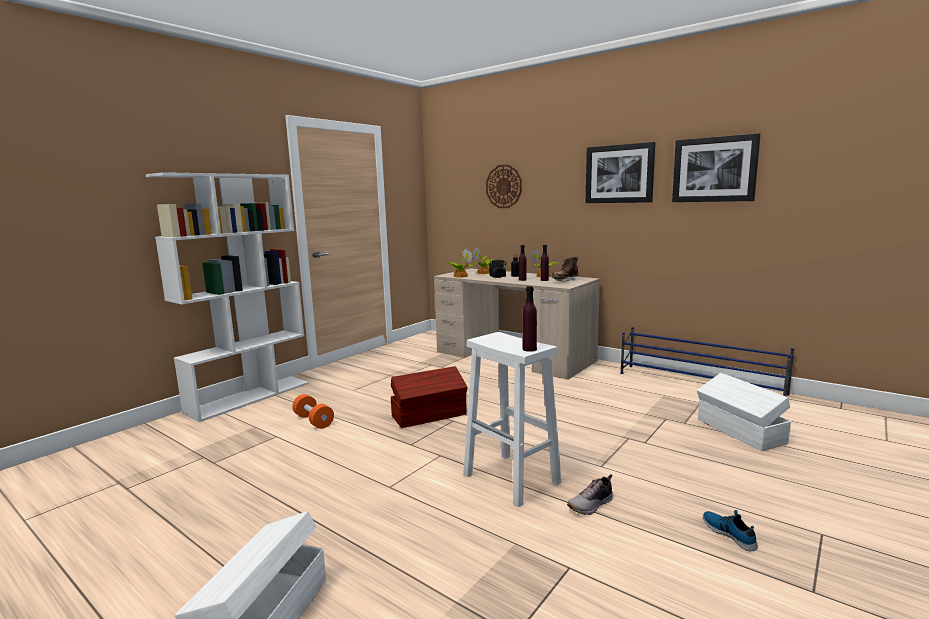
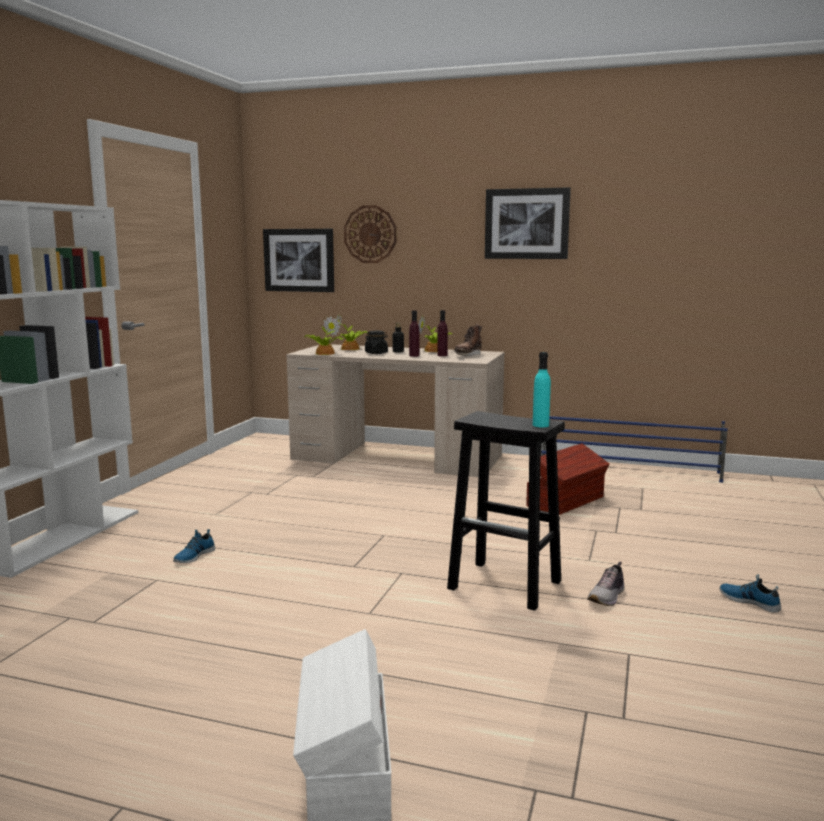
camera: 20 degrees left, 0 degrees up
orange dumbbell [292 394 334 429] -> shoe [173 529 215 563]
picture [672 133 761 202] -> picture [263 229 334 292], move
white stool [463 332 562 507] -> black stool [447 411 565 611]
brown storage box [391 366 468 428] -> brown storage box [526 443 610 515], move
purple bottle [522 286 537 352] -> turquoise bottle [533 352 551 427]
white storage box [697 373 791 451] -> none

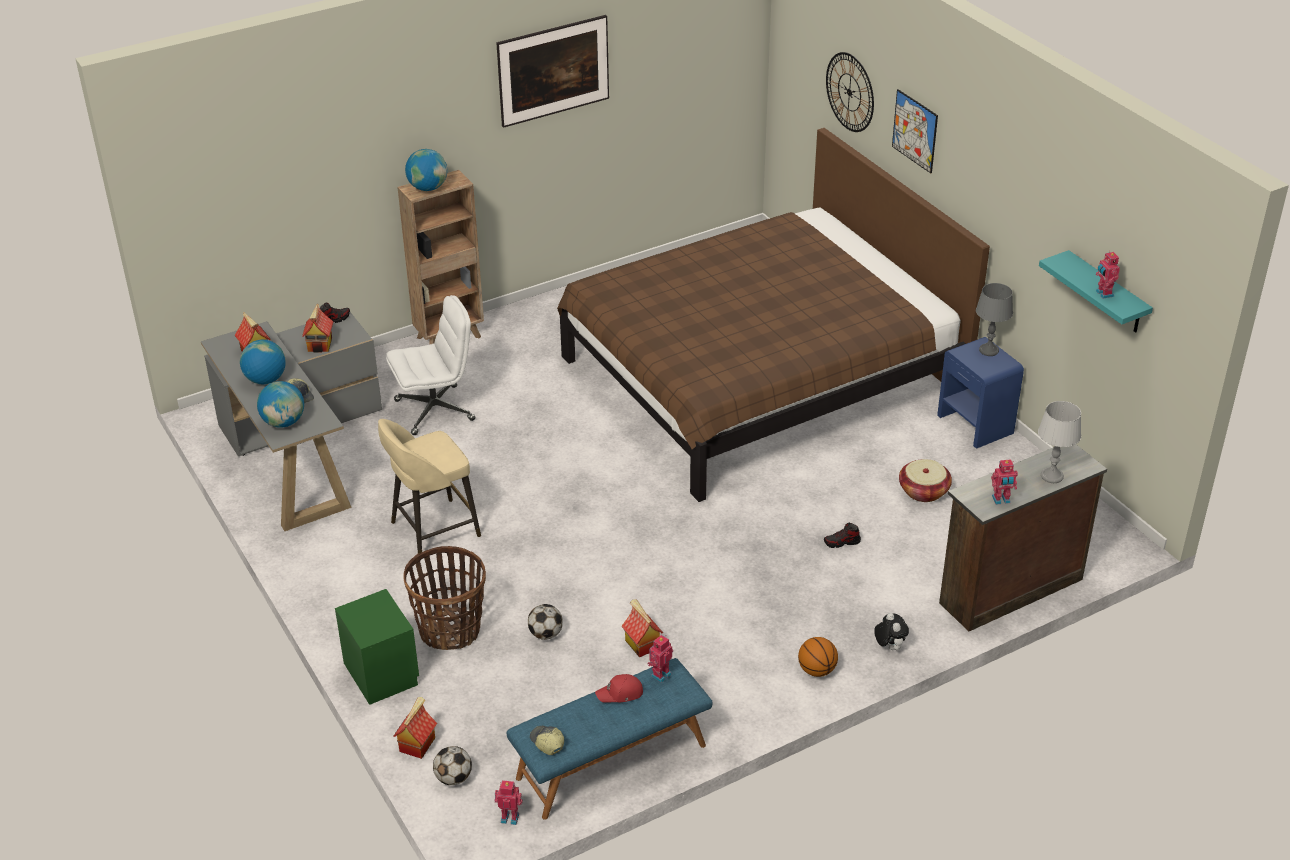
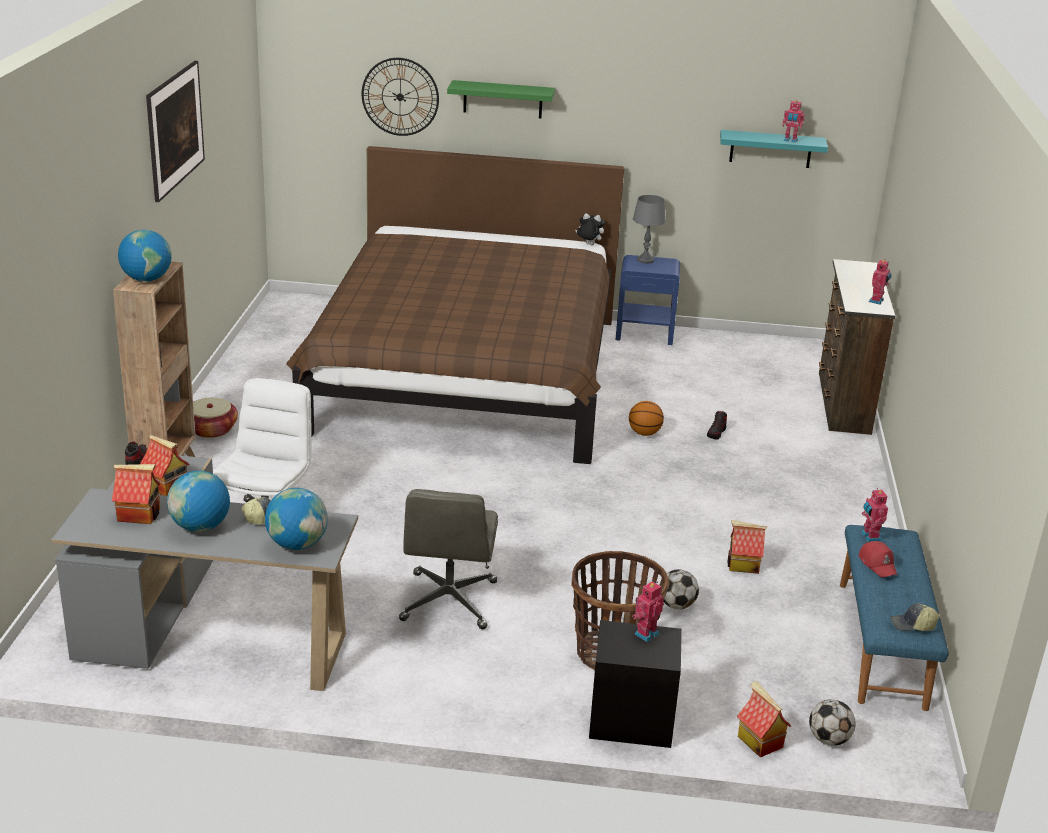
camera: 55 degrees left, 10 degrees down
basket [899 459 952 502] -> basket [193 397 238 438], move
beige stool [378 419 481 560] -> grey office chair [399 489 498 629]
picture [892 89 938 173] -> green shelf [447 80 555 118]
plush toy [874 613 909 650] -> plush toy [575 213 605 245], move
green nightstand [335 589 419 705] -> black nightstand [589 620 682 748]
basketball [798 637 838 677] -> basketball [629 401 664 436], move
toy robot [495 780 523 825] -> toy robot [632 581 664 642], move
red cap [595 674 643 703] -> red cap [859 541 897 577], 45 degrees counterclockwise
grey table lamp [1038 401 1081 483] -> none

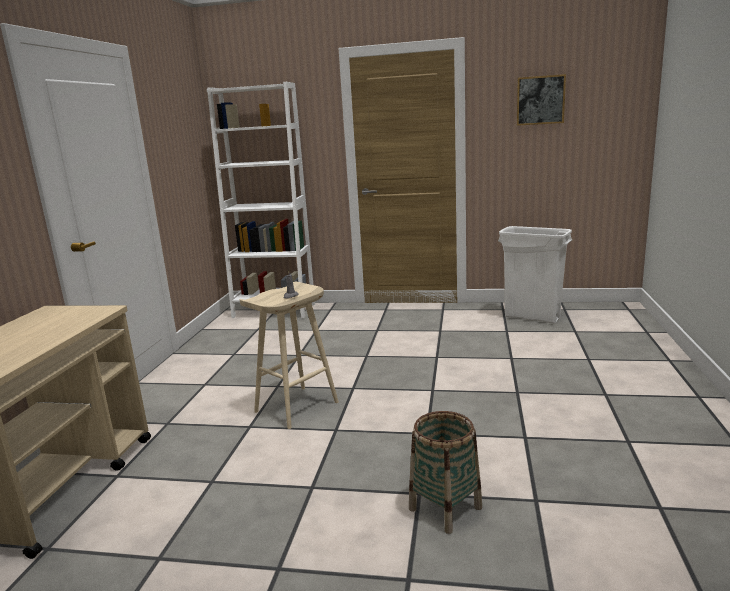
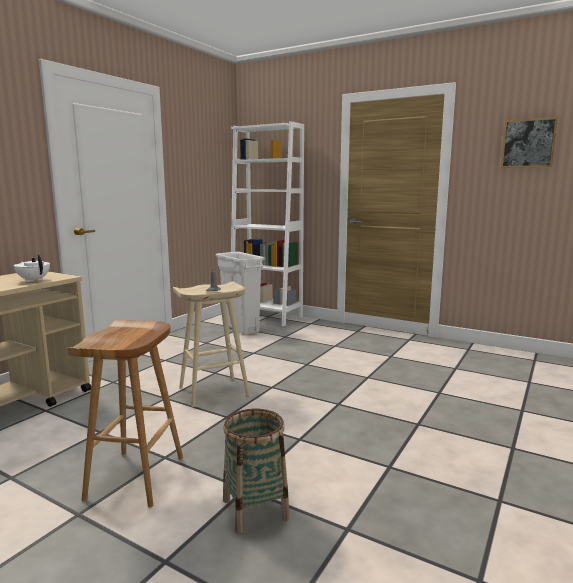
camera: 20 degrees right, 5 degrees down
none -> white teapot [14 254 50 282]
none -> brown stool [67 320 183 507]
white trash can [498 226 572 324] -> white trash can [216 252 265 335], move

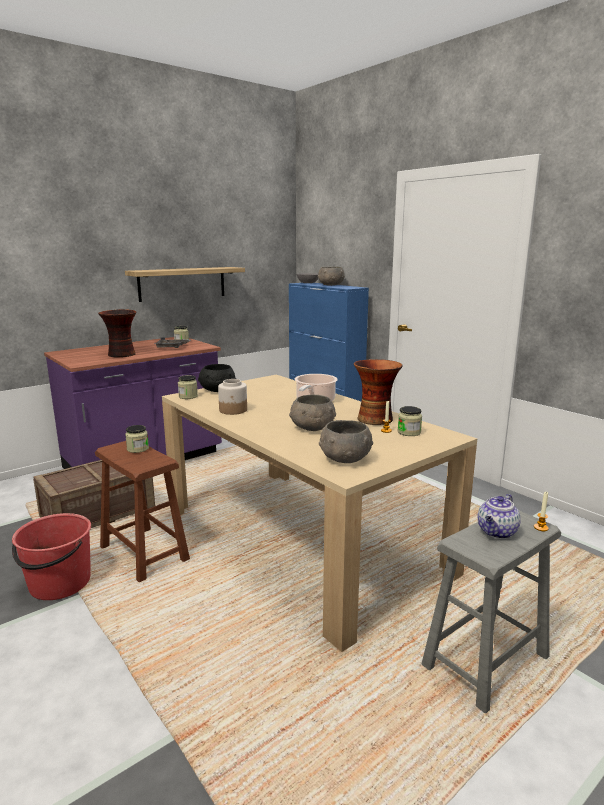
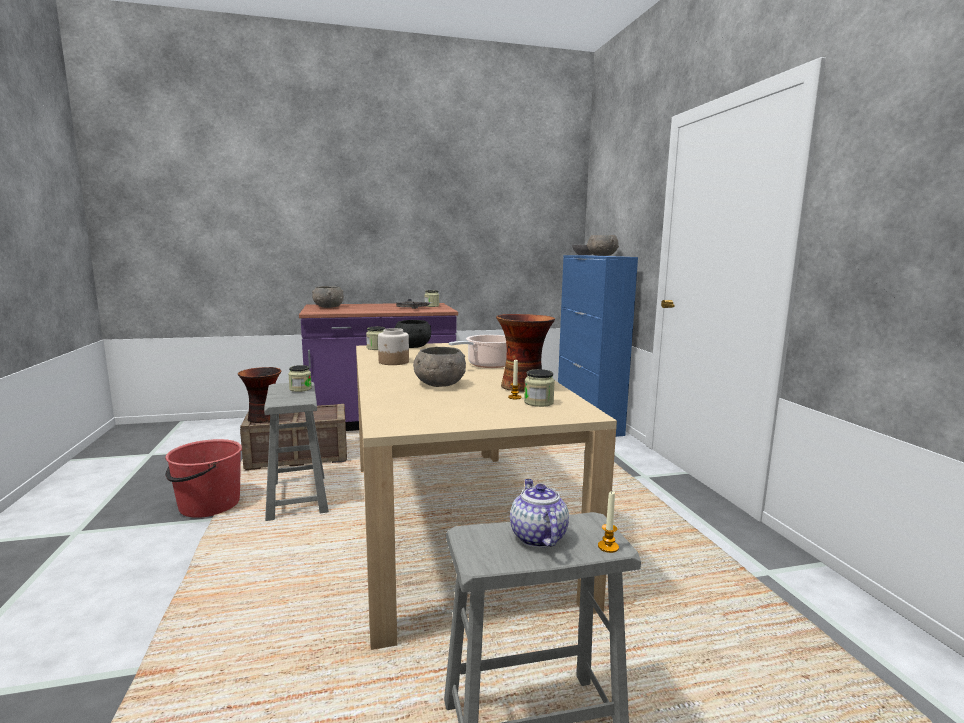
camera: 25 degrees right, 5 degrees down
vase [98 309 137 357] -> vase [238 367 281 423], move
brown stool [95 441 190 582] -> grey stool [264 382 329 521]
grey bowl [319 420 373 463] -> grey bowl [312 286 344 308], move
teapot [478 494 521 539] -> teapot [510 479 569 548], 105 degrees clockwise
shelf [125 267 245 302] -> none

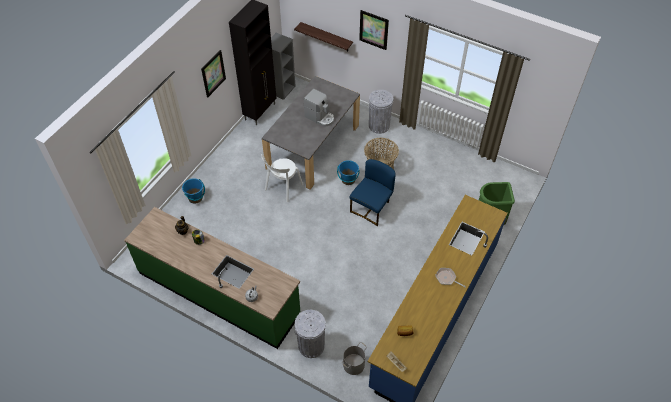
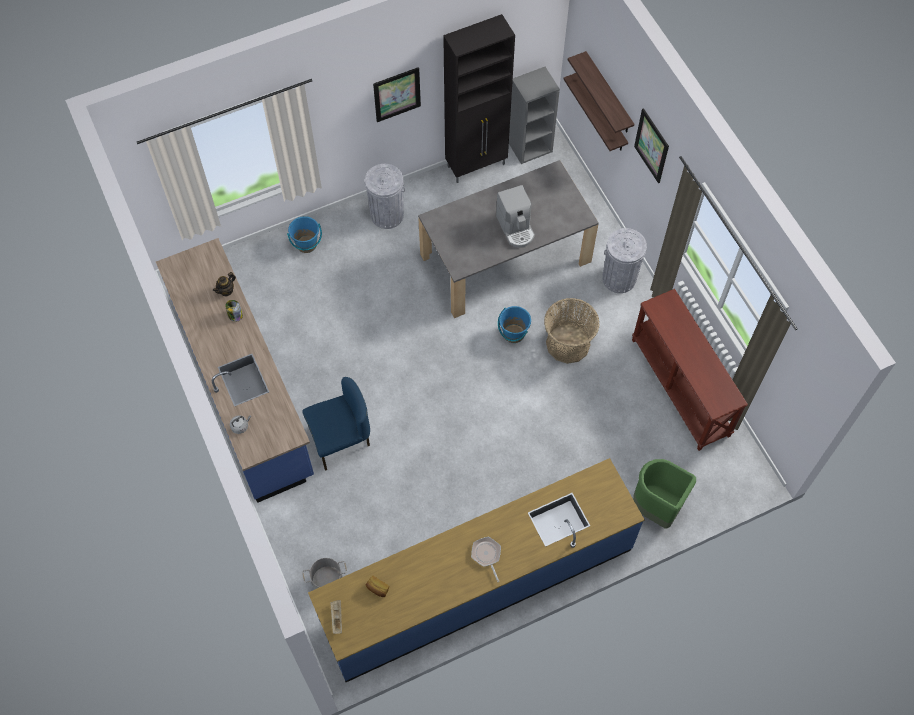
camera: 35 degrees right, 10 degrees up
green counter [124 207 300 349] -> blue counter [156 238 314 503]
blue chair [350 159 396 226] -> blue chair [302 377 370 471], move
grey trash can [295 310 326 358] -> grey trash can [365 164 405 229], move
none -> shelf [568 51 634 133]
none -> brown console table [632 289 748 451]
white chair [261 154 303 202] -> none

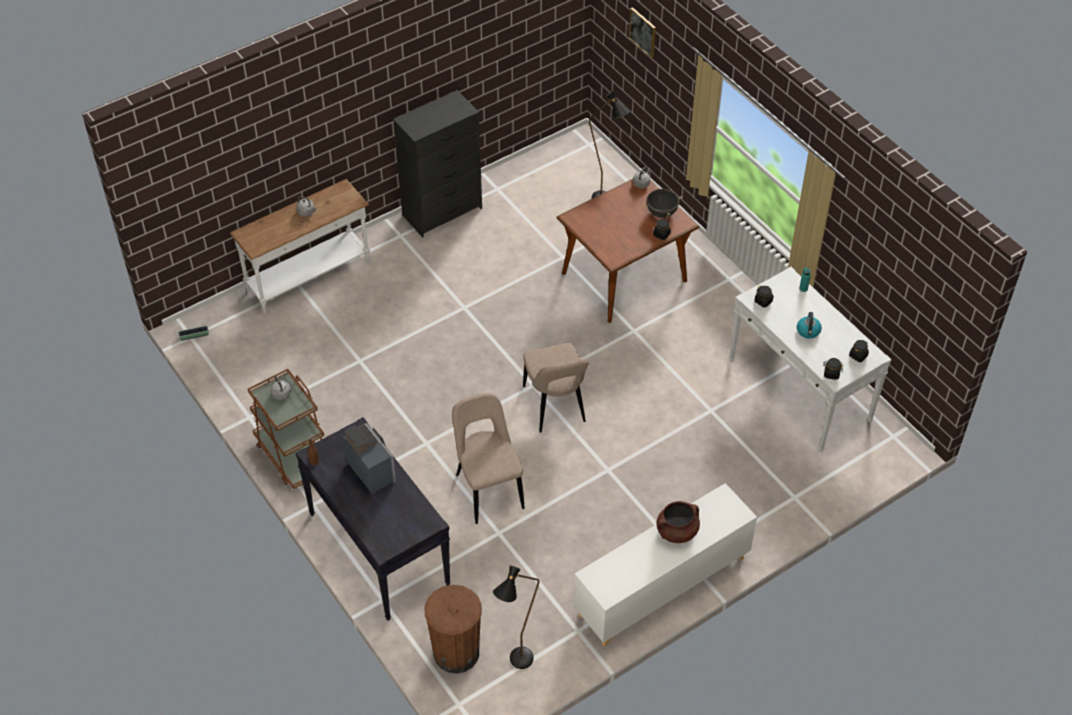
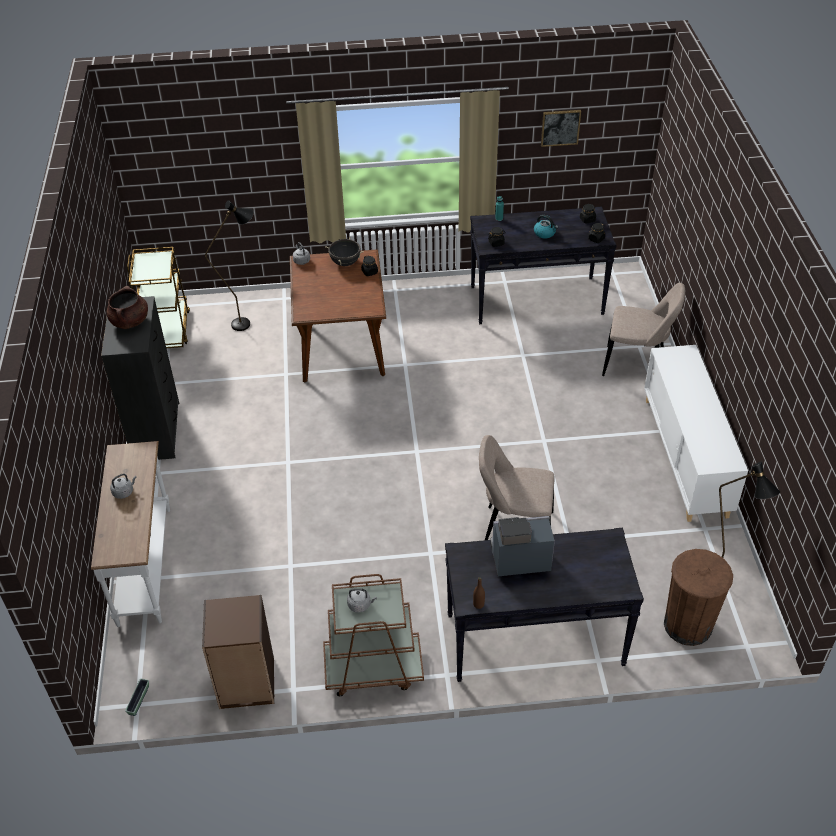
camera: 60 degrees left, 5 degrees down
brown cooking pot [657 501 700 543] -> brown cooking pot [107 286 148 329], move
none -> brown cart [127 247 190 348]
none -> brown bookcase [202 595 275 709]
white console table [729 267 892 452] -> black console table [470 206 616 324]
picture [629 7 656 58] -> picture [541 110 581 147], move
beige chair [523 343 588 433] -> beige chair [602 283 685 376], move

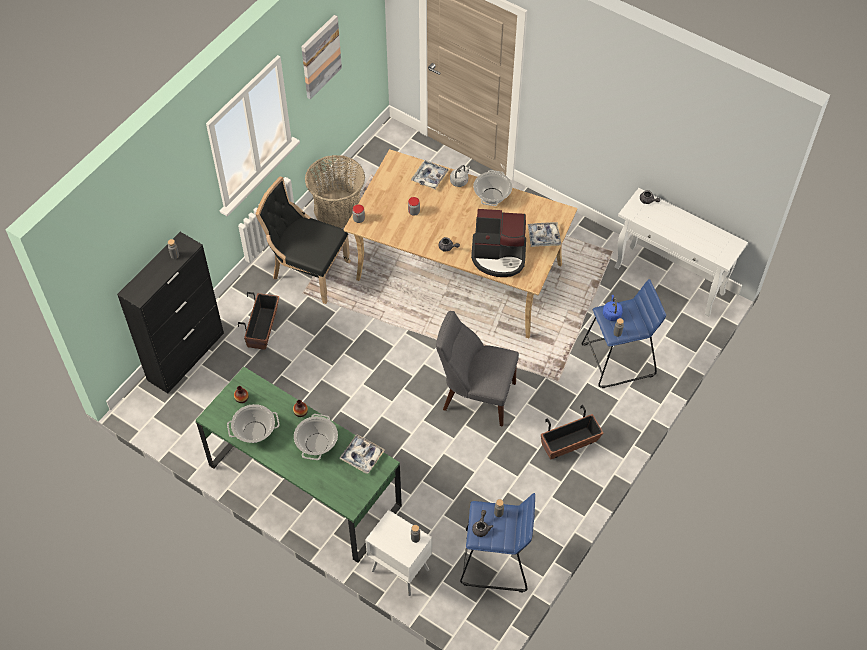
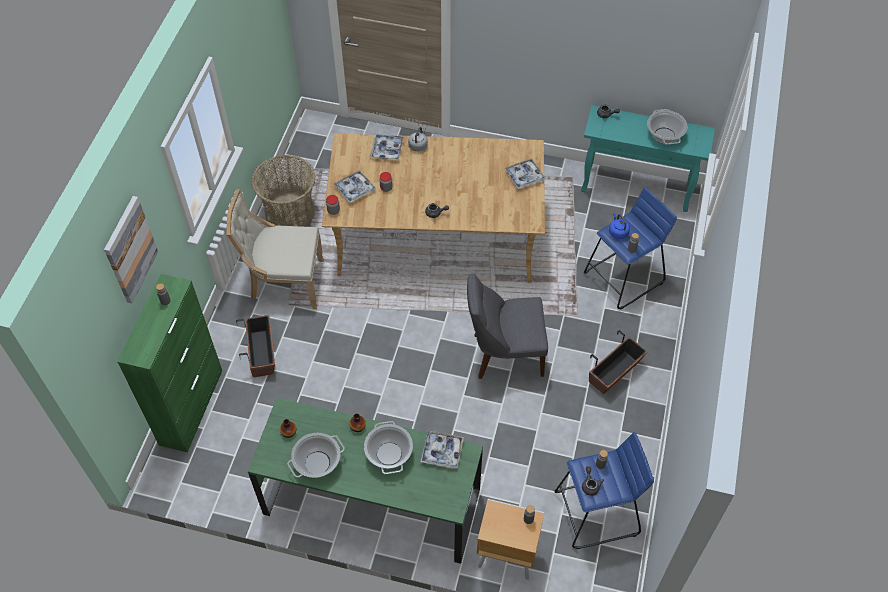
camera: 20 degrees left, 0 degrees up
picture [301 15 342 99] -> picture [104 196 158 303], move
black cabinet [117 232 224 394] -> green cabinet [117 274 222 452]
black chair [256 176 351 304] -> beige chair [227 189 324 309]
none -> tray [334 170 376 203]
white nightstand [365 510 432 596] -> brown nightstand [477 499 544 580]
white console table [615 188 748 317] -> turquoise console table [581 105 715 212]
cooking pot [473 170 512 206] -> cooking pot [647 109 687 145], move
coffee machine [471 209 526 277] -> none

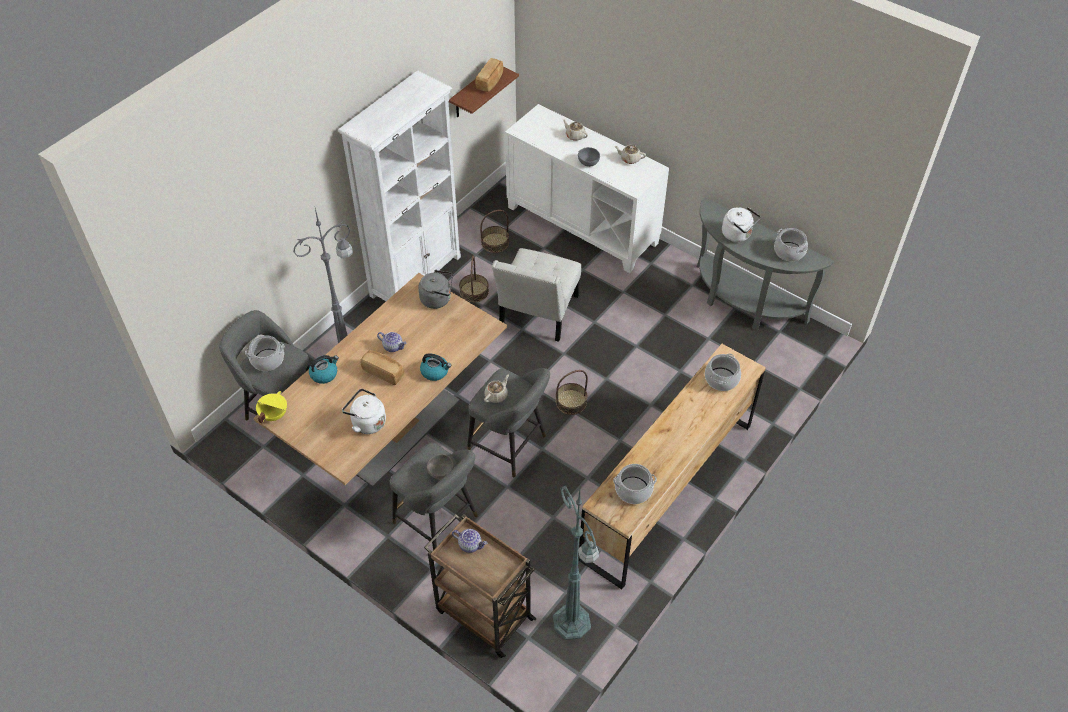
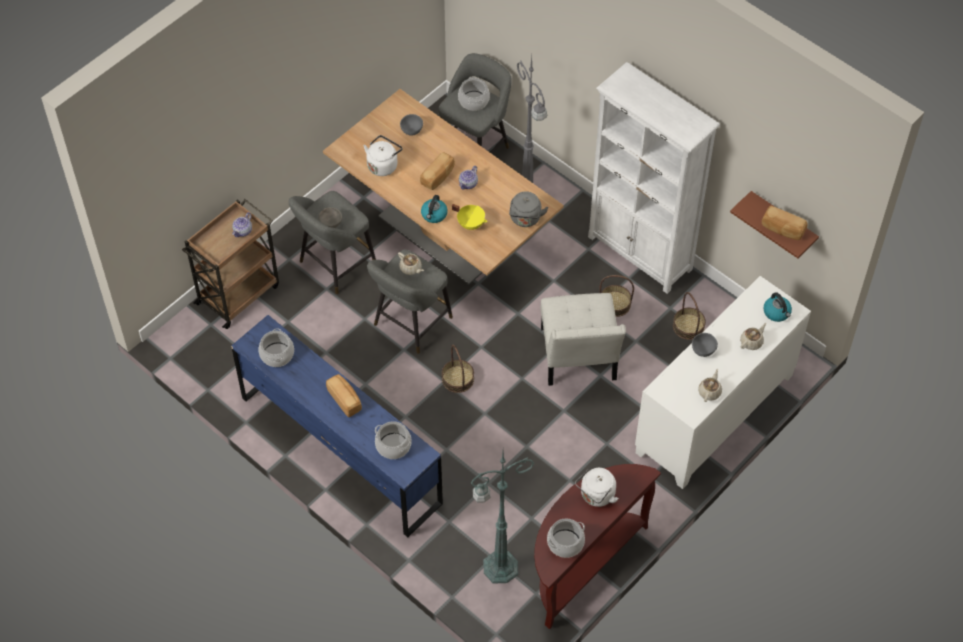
camera: 95 degrees right, 5 degrees up
brown dresser [579 344 766 590] -> blue dresser [231 315 443 537]
none -> bread [326 374 362 417]
none -> grey bowl [400 114 423 136]
yellow cooking pot [256 391 287 423] -> yellow cooking pot [452 204 488 230], move
green floor lamp [553 485 599 640] -> green floor lamp [471 452 534 584], move
grey console table [697 197 834 330] -> brown console table [534 464 661 629]
white chair [492 248 581 342] -> white chair [541 293 626 386], 120 degrees counterclockwise
kettle [309 355 339 384] -> kettle [764 292 792 322], move

